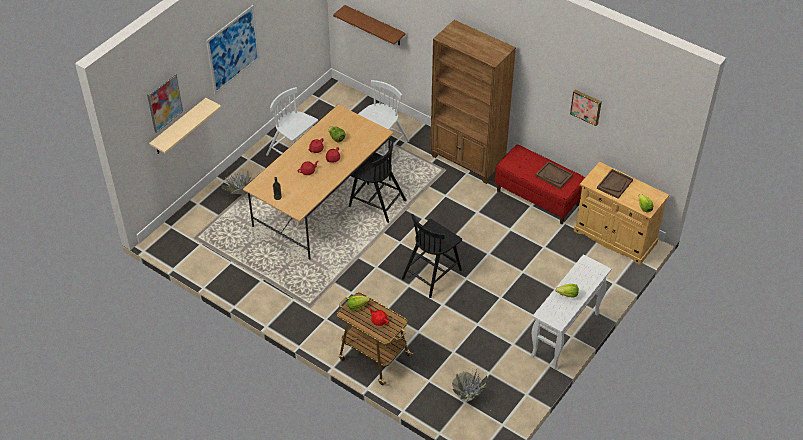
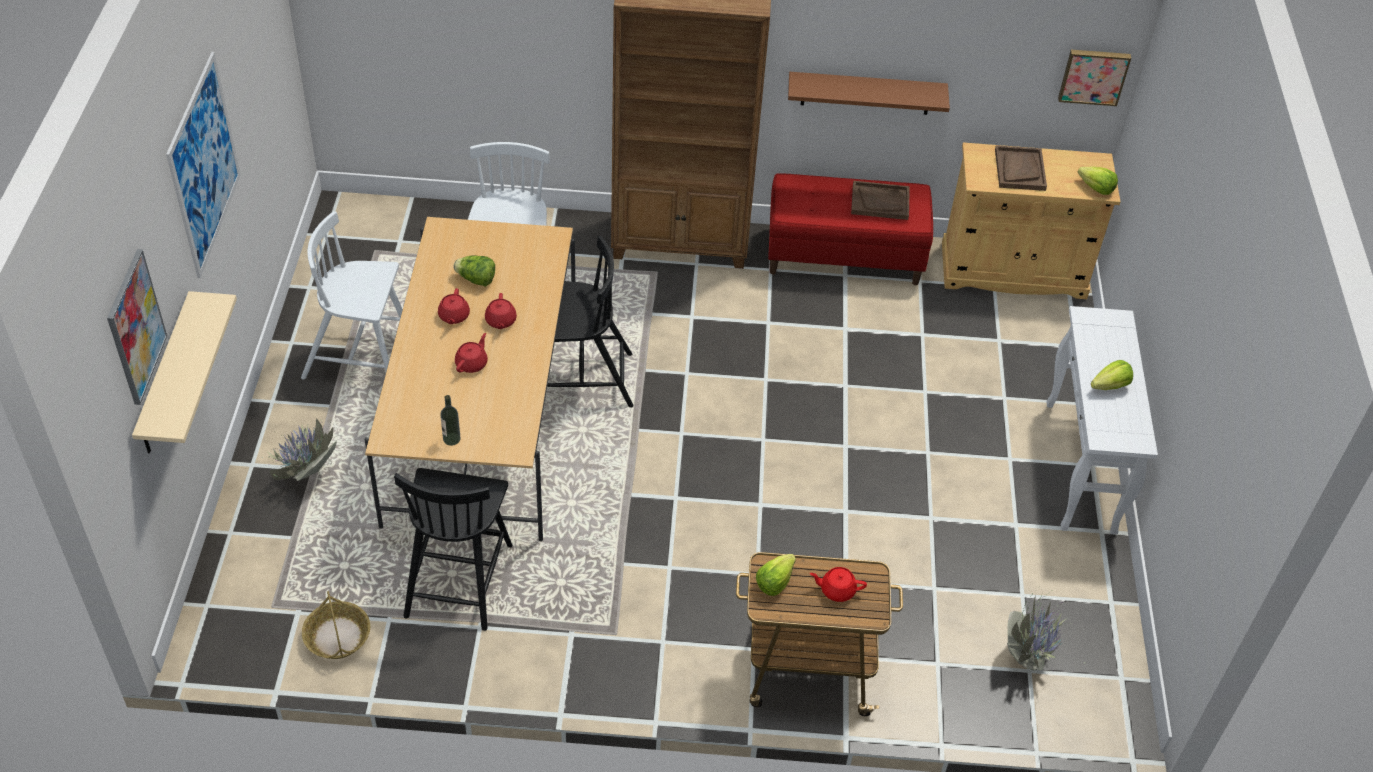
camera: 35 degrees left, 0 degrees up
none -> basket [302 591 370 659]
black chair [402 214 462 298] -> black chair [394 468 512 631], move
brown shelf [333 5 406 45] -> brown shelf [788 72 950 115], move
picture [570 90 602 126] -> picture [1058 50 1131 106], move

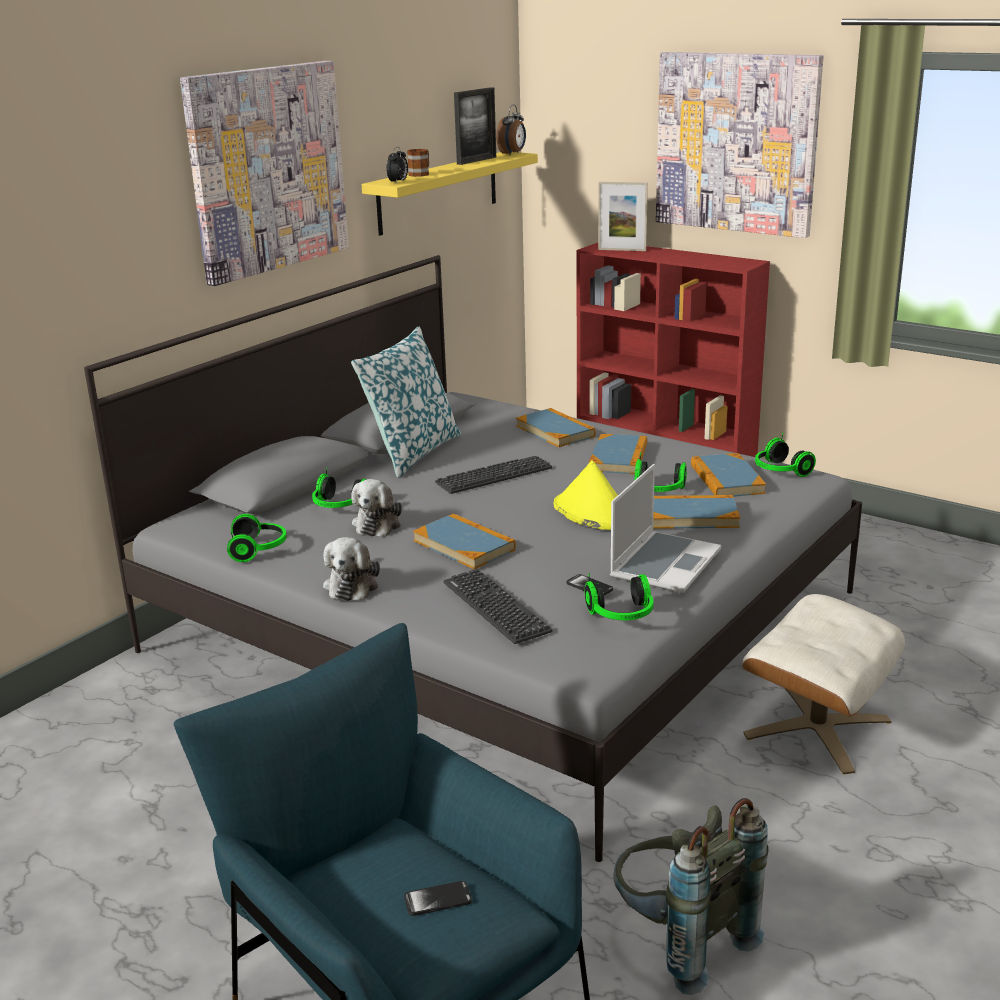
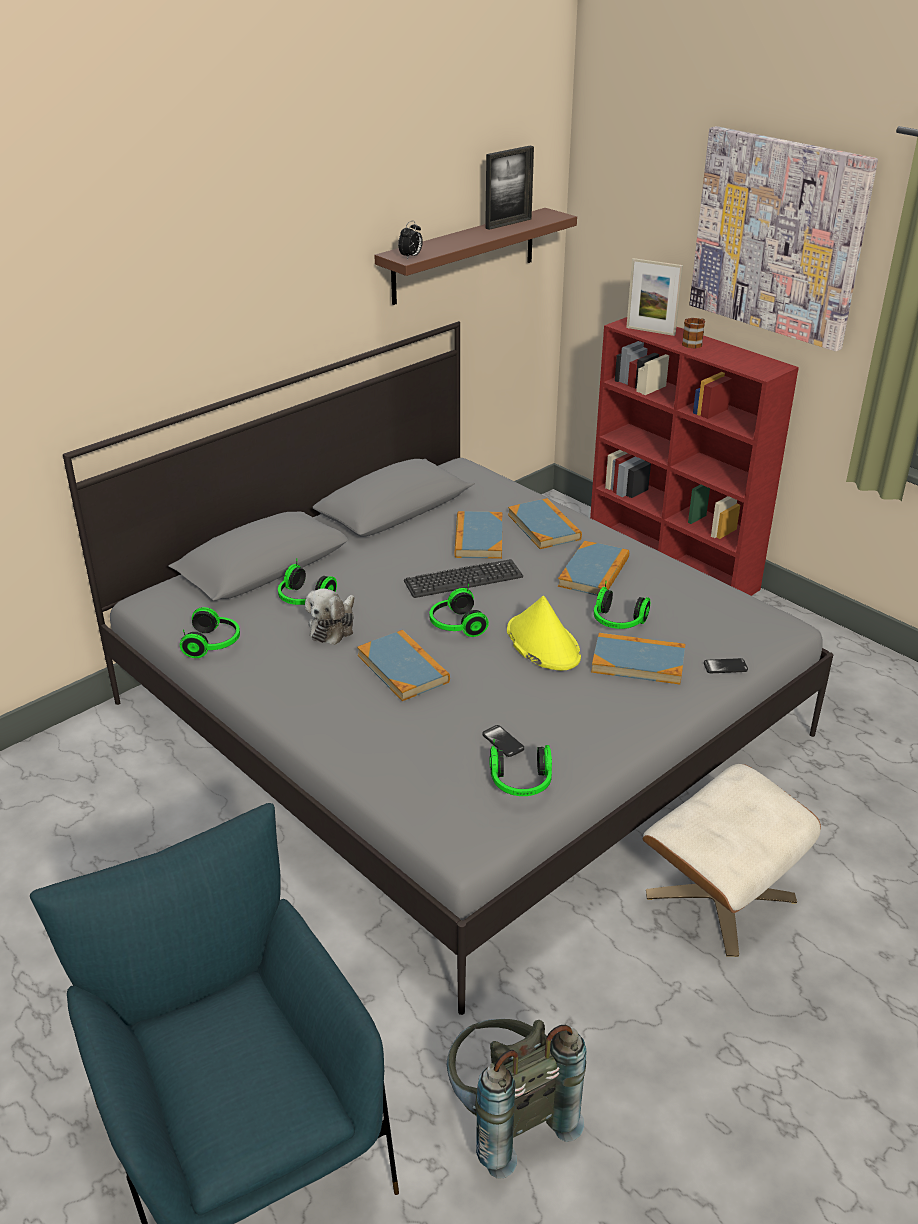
camera: 10 degrees right, 10 degrees up
yellow shelf [361 152 538 236] -> brown shelf [374 208 577 305]
headphones [755 432 816 477] -> headphones [429 583 489 637], move
book [691 453 766 497] -> book [454 511 502 559], move
mug [407 149 429 177] -> mug [682 318 705 349], move
phone [404 881 472 916] -> phone [704 658 748 673], move
picture [180 61 349 286] -> none
plush toy [323 537 380 601] -> none
pillow [351 327 461 478] -> none
keyboard [443 569 552 644] -> none
alarm clock [496 105 526 155] -> none
laptop [610 464 721 593] -> none

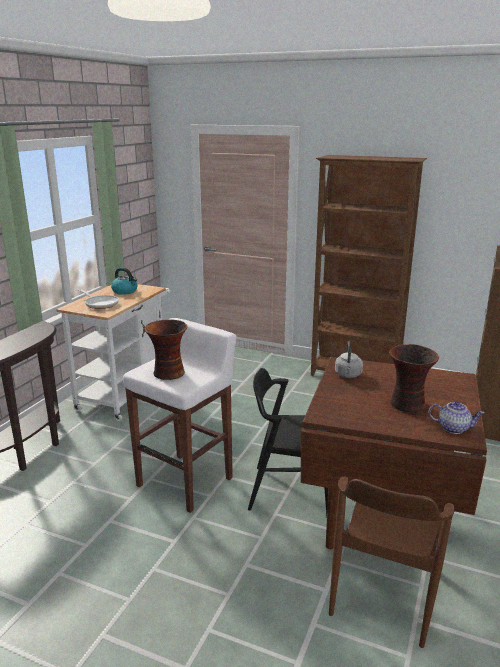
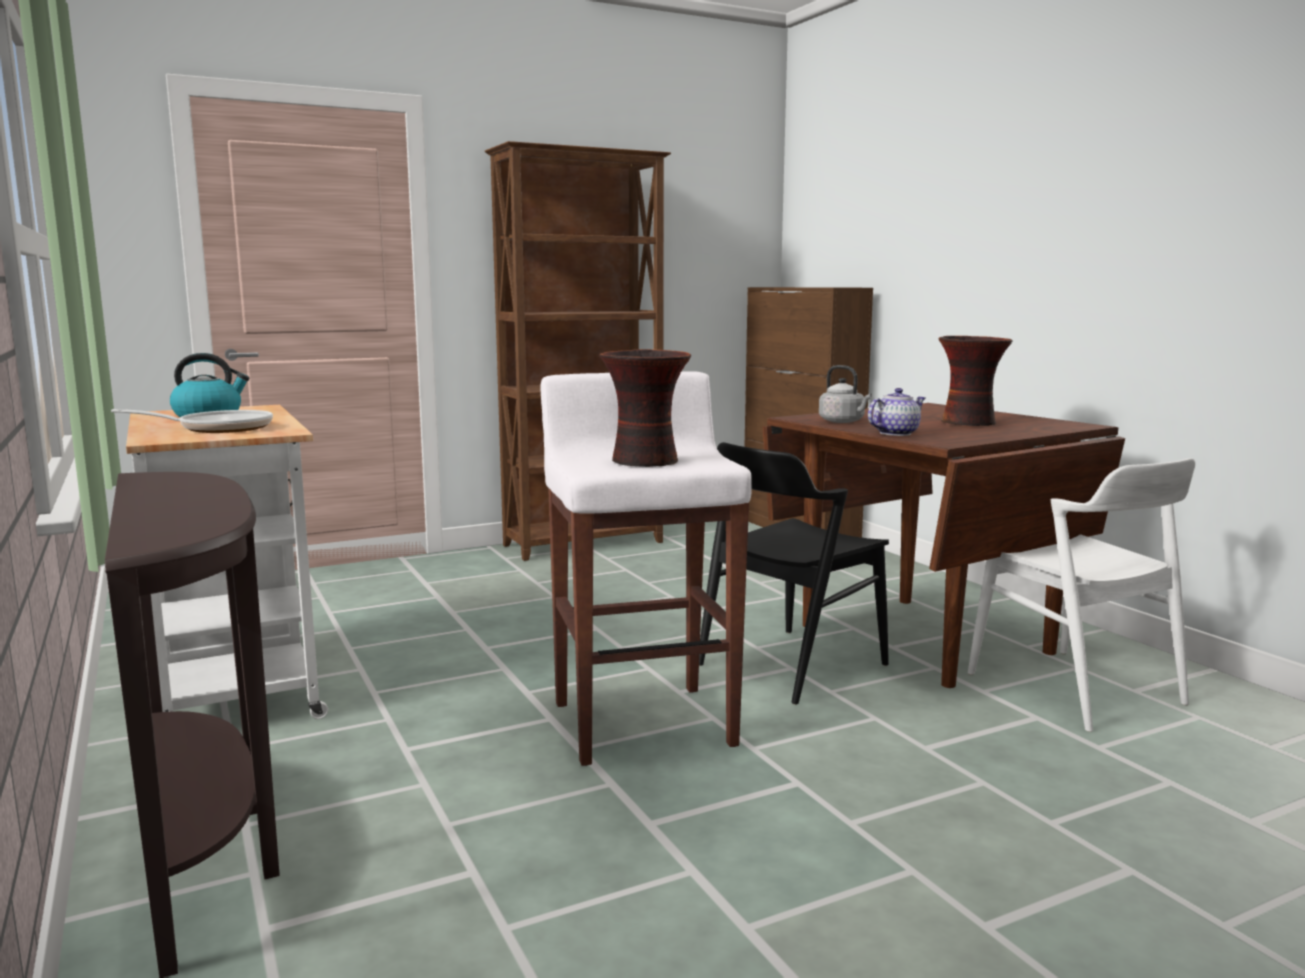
camera: 50 degrees left, 10 degrees down
teapot [428 401 484 434] -> teapot [868 388 925 436], move
brown chair [329 476 455 648] -> white chair [968 458 1195 732]

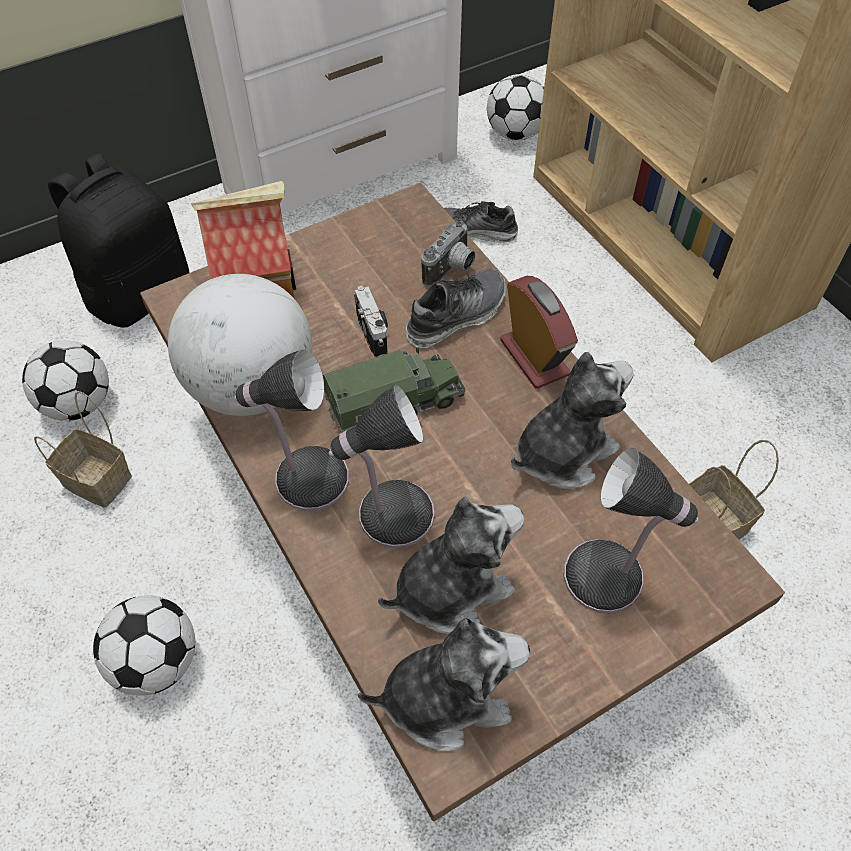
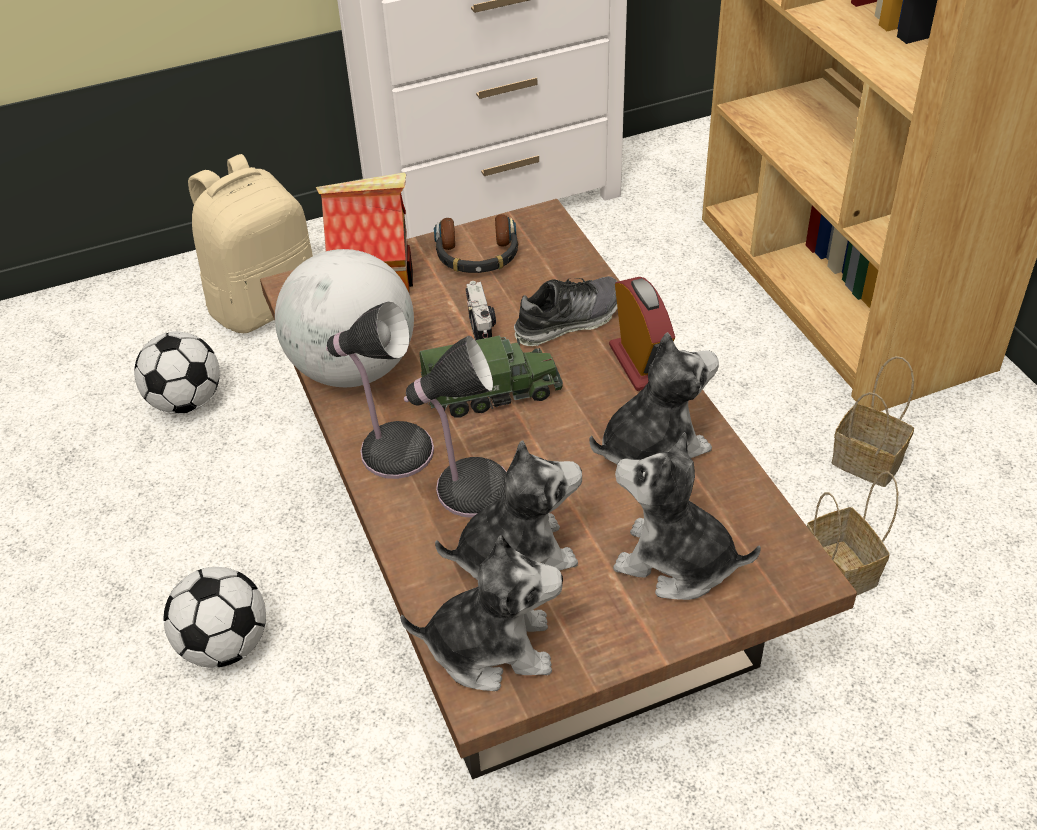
camera: 10 degrees right, 10 degrees down
black backpack [48 153 189 328] -> beige backpack [188 154 313 333]
none -> headphones [434 214 518 273]
table lamp [564 448 699 613] -> plush toy [613 432 761 600]
basket [34 391 132 508] -> basket [832 356 914 487], move
photo camera [421 221 475 287] -> none
shoe [444 201 518 243] -> none
football [487 74 544 141] -> none

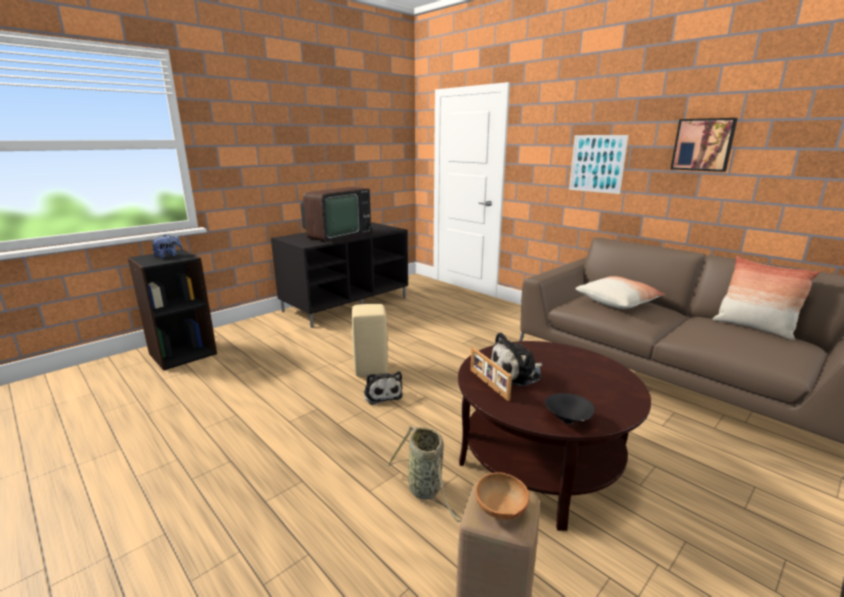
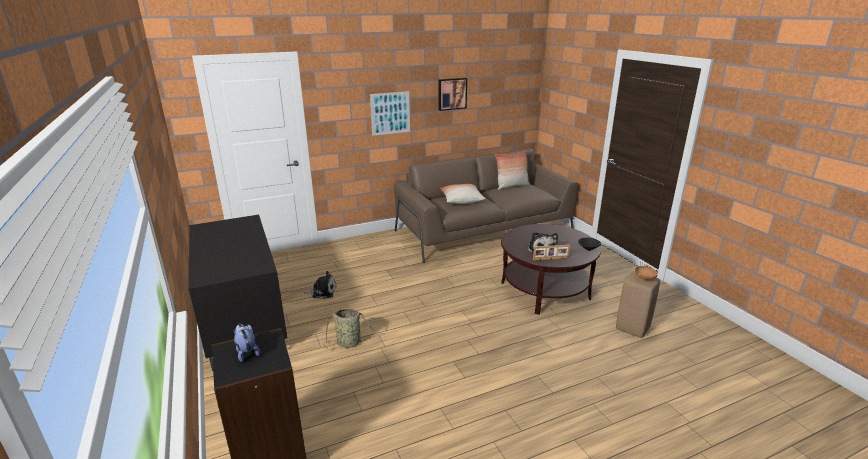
camera: 70 degrees left, 5 degrees up
plush toy [364 371 403 405] -> plush toy [304 271 337 299], move
basket [387 425 461 522] -> basket [323 308 384 349], move
television [301 187 371 242] -> none
beige stool [352 304 388 377] -> none

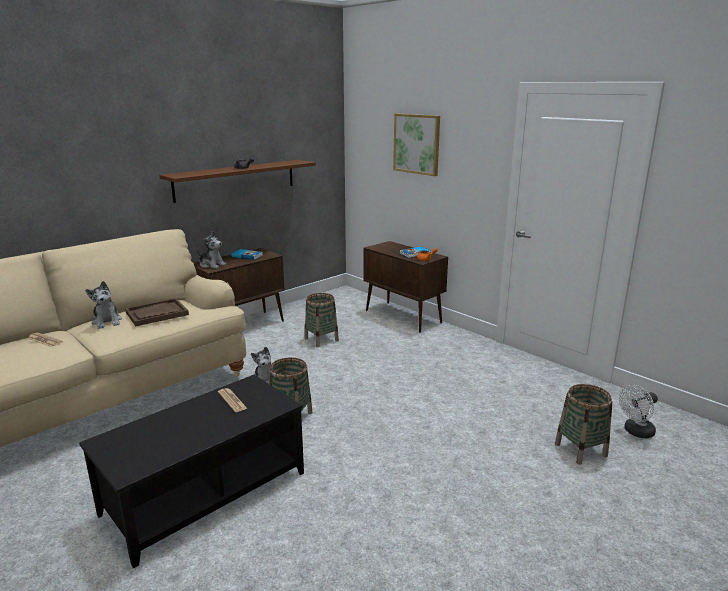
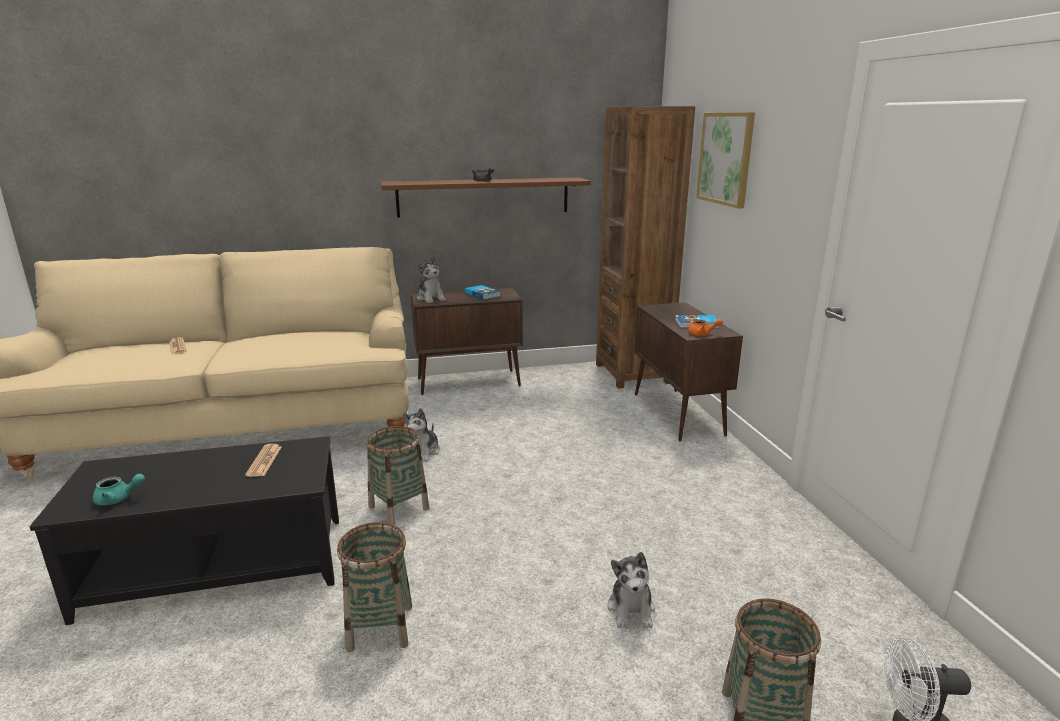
camera: 30 degrees right, 0 degrees up
none -> turquoise teapot [93 474 145 506]
basket [305 293 339 347] -> basket [337 522 412 652], move
none -> brown bookcase [596 106 695 389]
plush toy [85 281 122 329] -> plush toy [608 552 655 629], move
brown tray [125 298 189 326] -> none

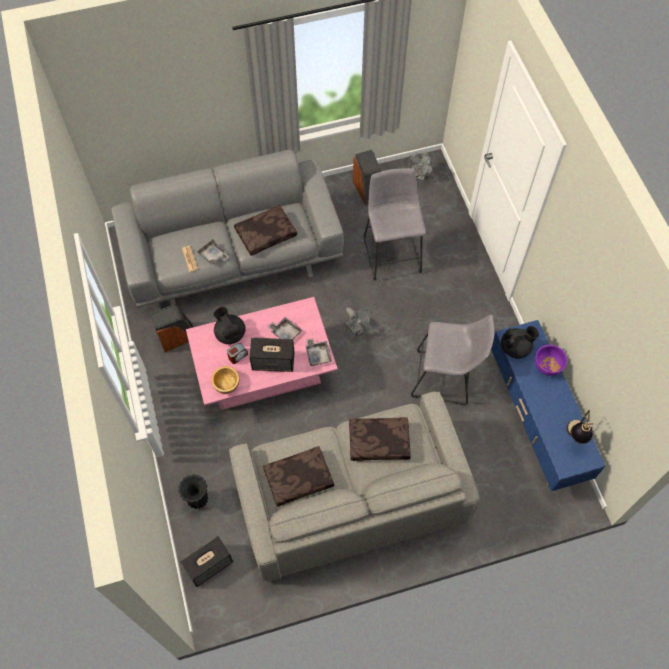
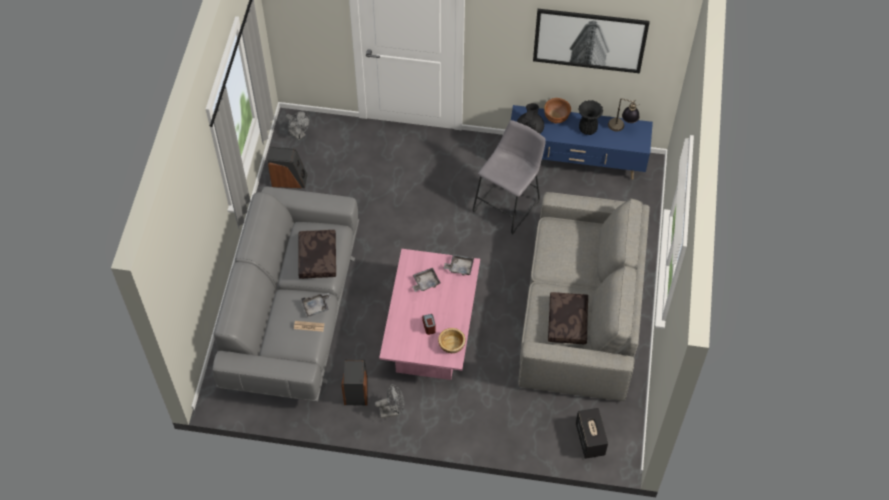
camera: 65 degrees left, 5 degrees down
grey fan [345 307 372 337] -> grey fan [375 384 404 418], move
none -> picture [533 9 650 73]
purple bowl [535 345 567 376] -> brown bowl [544 98 571 124]
black vase [178 474 208 509] -> black vase [578 100 603 135], move
black teapot [214 307 246 344] -> none
speaker [249 337 295 372] -> none
brown pillow [349 417 411 461] -> none
grey stool [364 168 426 280] -> none

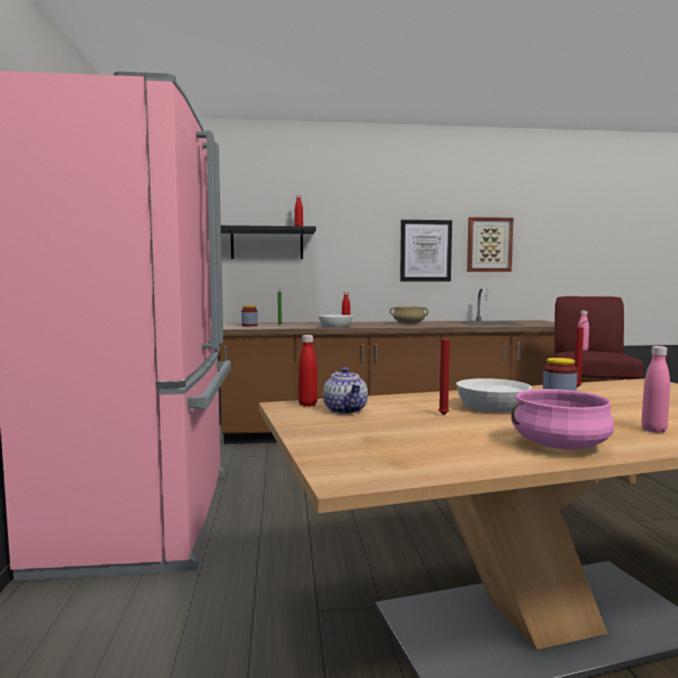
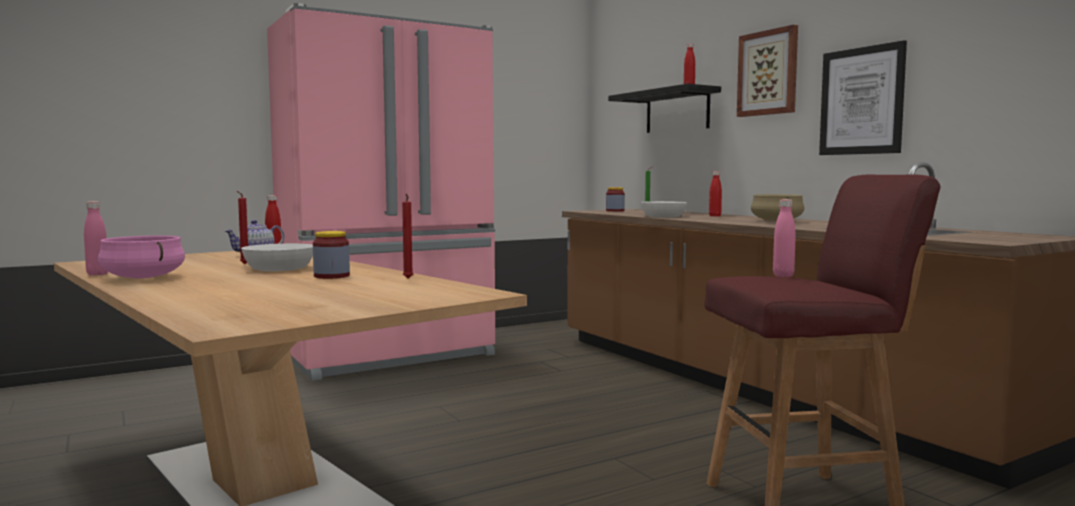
camera: 65 degrees right, 0 degrees up
pink bottle [641 346 670 433] -> pink bottle [84 201 108 276], move
picture [467 217 513 272] -> picture [737 25 798 117], move

